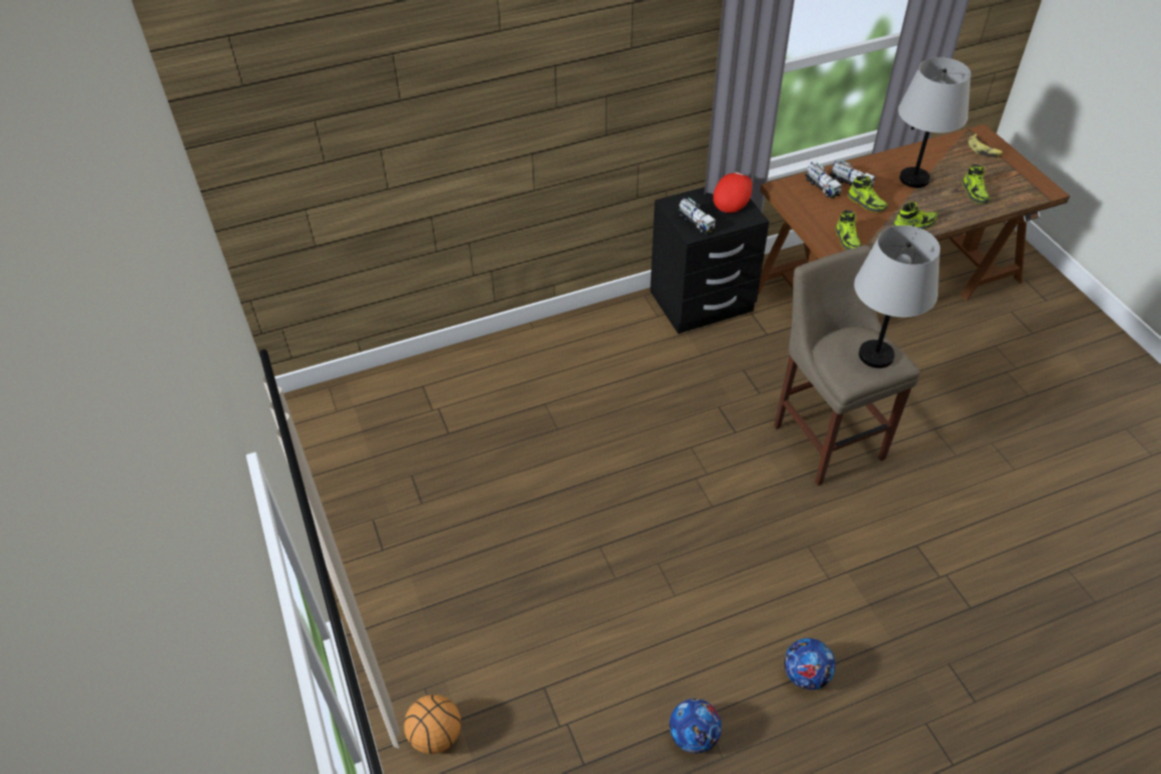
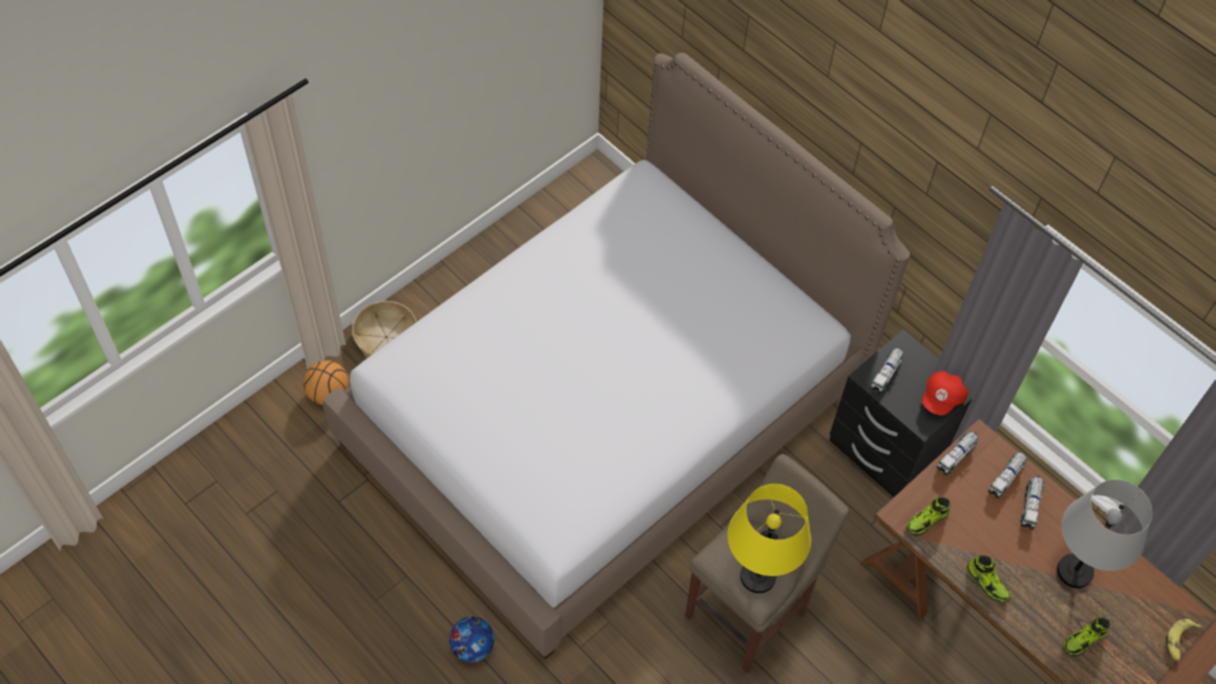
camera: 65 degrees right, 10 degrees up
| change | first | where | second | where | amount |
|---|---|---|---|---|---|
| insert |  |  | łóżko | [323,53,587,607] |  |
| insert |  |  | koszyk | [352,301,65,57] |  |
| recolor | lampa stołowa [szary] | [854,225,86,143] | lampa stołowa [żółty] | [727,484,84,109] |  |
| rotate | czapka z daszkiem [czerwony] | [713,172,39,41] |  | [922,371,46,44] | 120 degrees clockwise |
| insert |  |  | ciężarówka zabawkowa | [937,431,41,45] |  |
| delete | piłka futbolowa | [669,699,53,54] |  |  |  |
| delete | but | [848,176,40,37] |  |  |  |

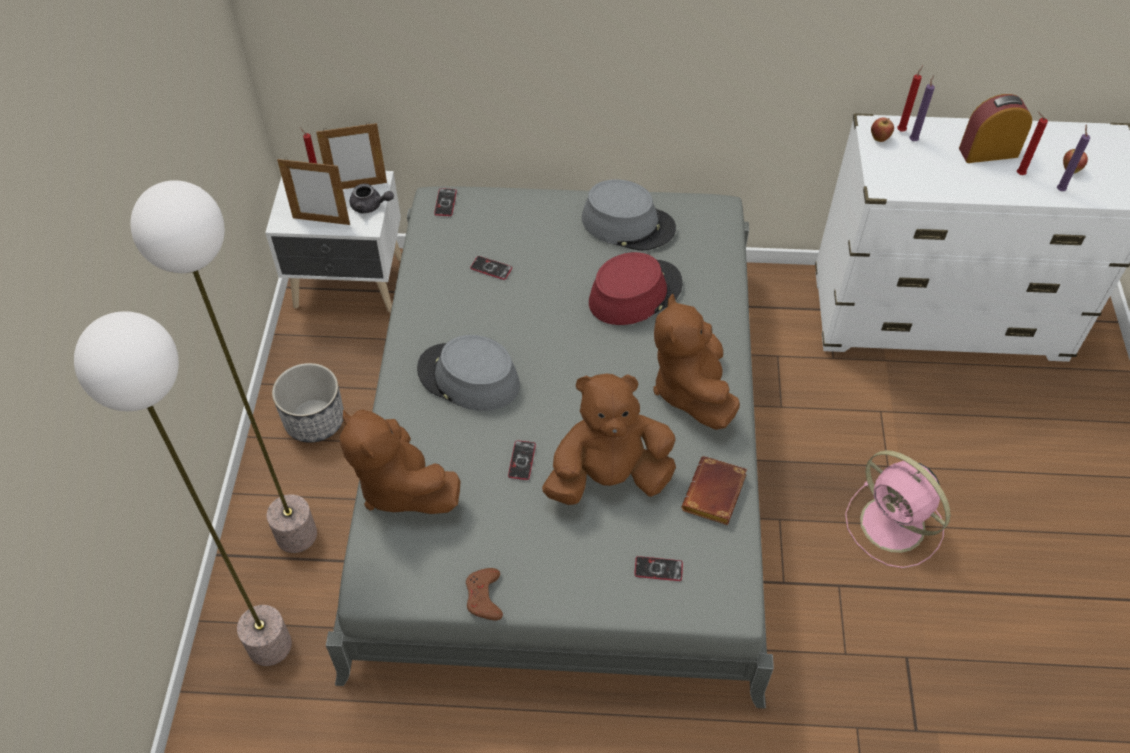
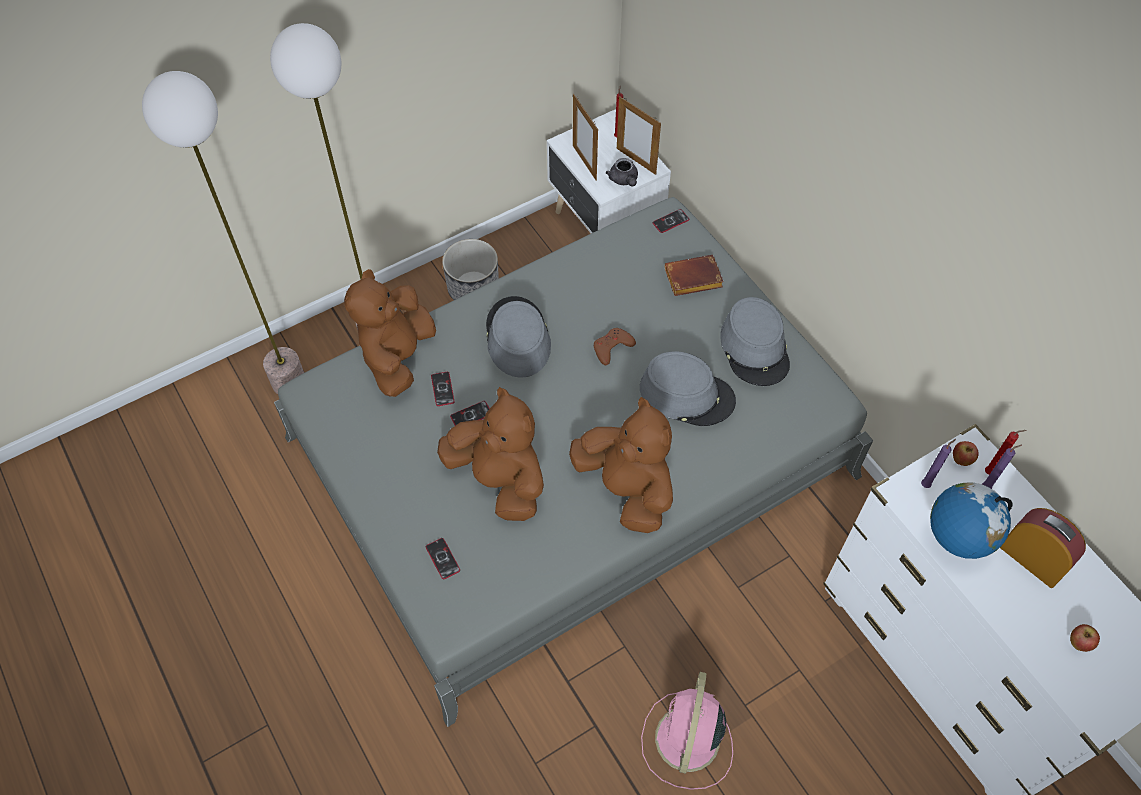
camera: 55 degrees right, 5 degrees up
| change | first | where | second | where | amount |
|---|---|---|---|---|---|
| move | telefon | [470,256,42,24] |  | [431,372,23,34] |  |
| rotate | pluszak [brązowy] | [653,293,87,137] |  | [569,397,104,136] | 90 degrees clockwise |
| move | pad do gier [brązowy] | [466,568,37,52] |  | [594,328,42,37] |  |
| recolor | kapelusz [czerwony] | [589,252,94,73] | kapelusz [szary] | [640,351,96,75] |  |
| move | książka [brązowy] | [681,456,66,69] |  | [665,255,59,41] |  |
| move | świeca [fioletowy] | [1057,125,33,66] |  | [921,439,35,49] |  |
| insert |  |  | globus | [930,482,82,77] |  |
| delete | świeca [czerwony] | [1017,111,31,64] |  |  |  |

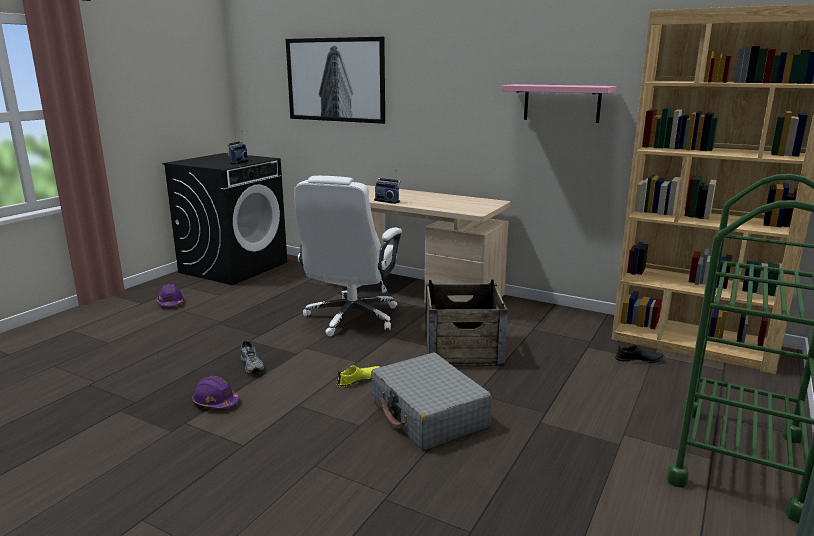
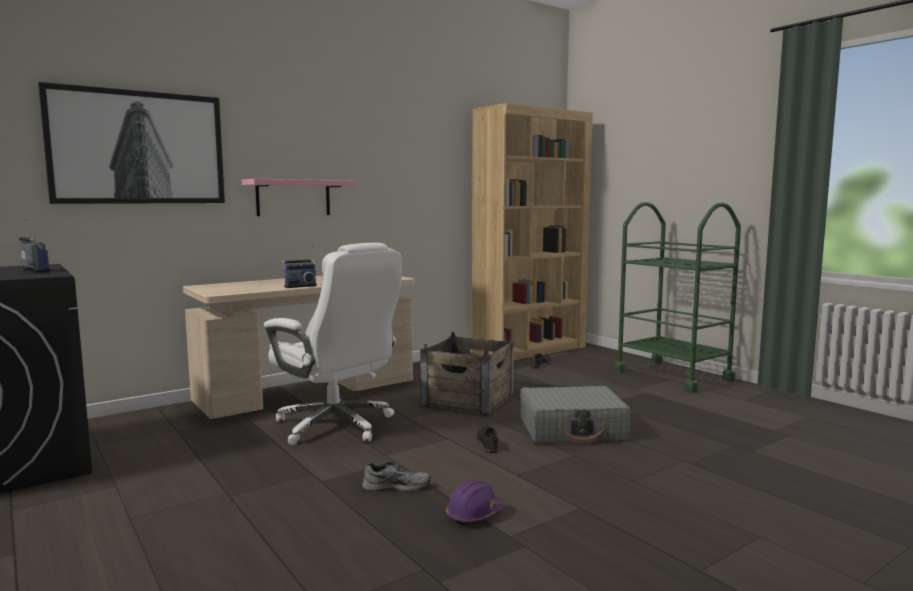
camera: 65 degrees left, 10 degrees down
| change | first | where | second | where | amount |
|---|---|---|---|---|---|
| move | półka [różowy] | [501,84,116,39] |  | [242,179,114,37] |  |
| recolor | but [żółty] | [336,365,44,23] | but [czarny] | [476,426,22,27] |  |
| delete | kask [fioletowy] | [157,284,27,23] |  |  |  |

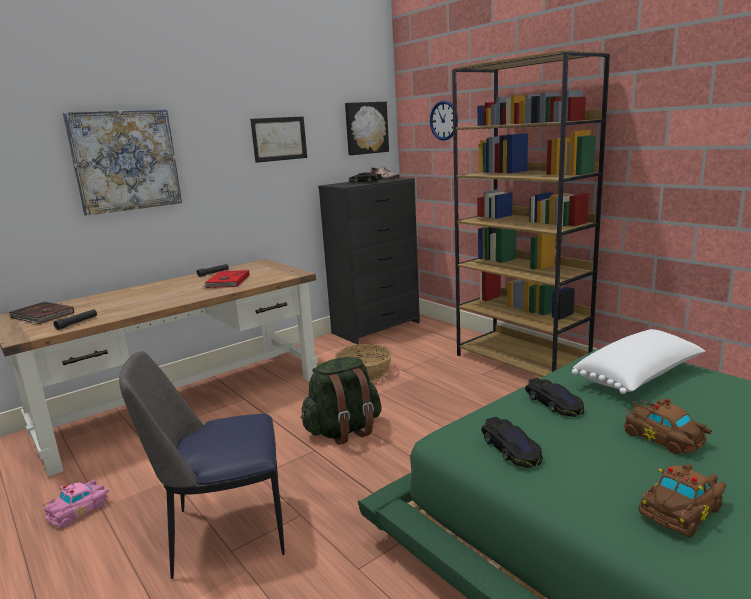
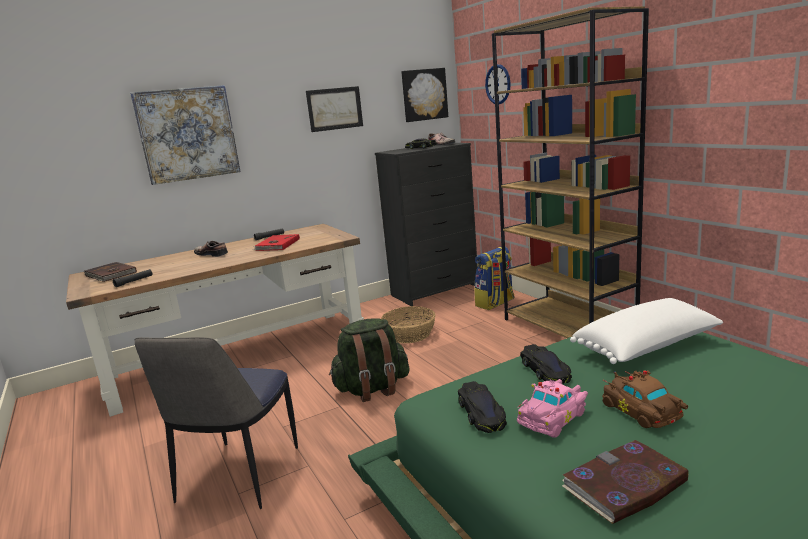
camera: 10 degrees right, 0 degrees up
| change | first | where | second | where | amount |
|---|---|---|---|---|---|
| rotate | krzesło | [119,351,165,228] |  | [135,337,163,172] | 75 degrees counterclockwise |
| insert |  |  | but | [194,241,34,16] |  |
| insert |  |  | plecak | [474,246,41,64] |  |
| move | samochodzik [różowy] | [42,479,67,49] |  | [517,379,71,59] |  |
| replace | samochodzik [brązowy] | [638,463,88,74] | książka | [562,440,127,84] |  |

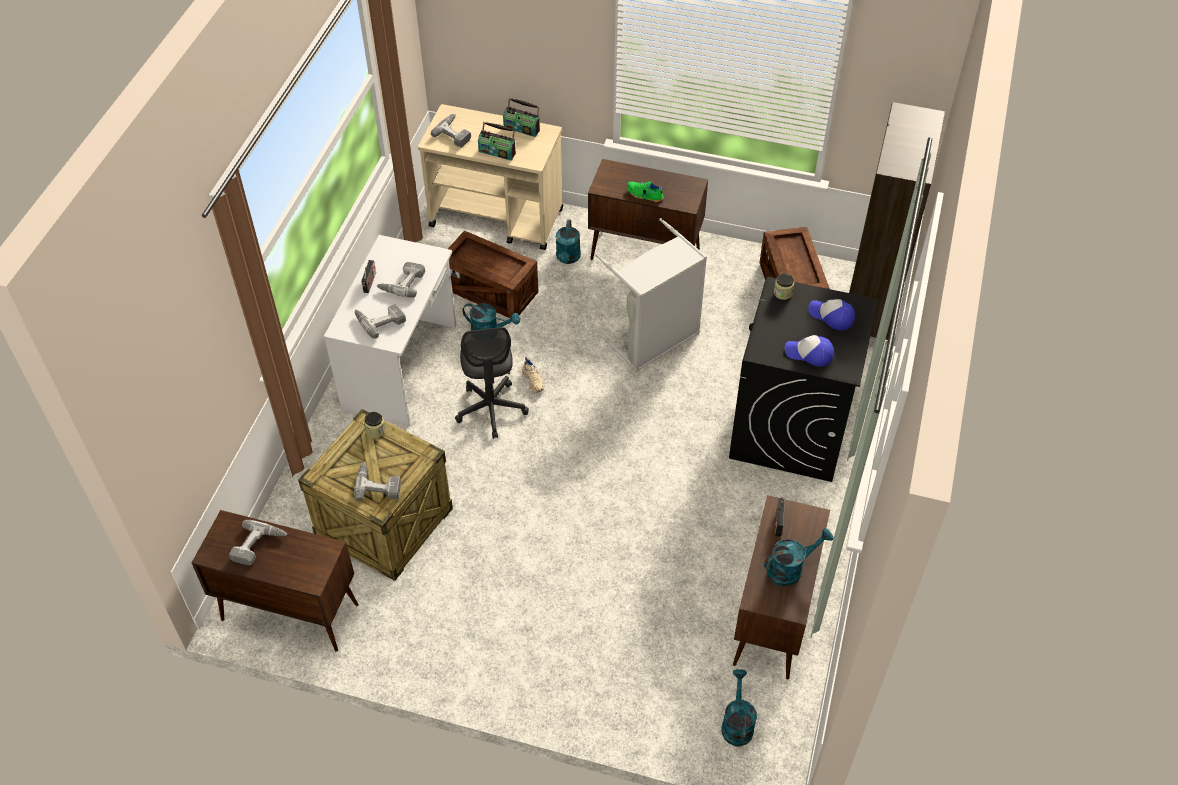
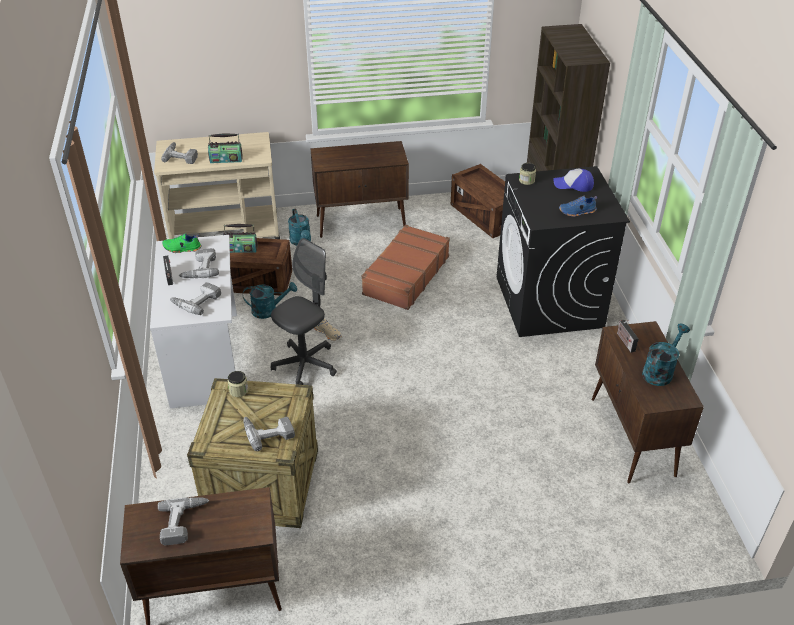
camera: 25 degrees left, 10 degrees down
| change | first | where | second | where | amount |
|---|---|---|---|---|---|
| move | but [zielony] | [627,181,37,21] |  | [162,233,40,20] |  |
| move | radio | [503,98,37,39] |  | [223,224,34,29] |  |
| rotate | krzesło biurowe [szary] | [455,327,74,112] |  | [271,238,66,147] | 105 degrees counterclockwise |
| replace | kosz na pranie [szary] | [595,218,112,153] | walizka [brązowy] | [362,225,88,85] |  |
| replace | czapka z daszkiem | [785,335,49,32] | but [niebieski] | [559,196,38,21] |  |
| delete | konewka [turkusowy] | [721,669,36,78] |  |  |  |

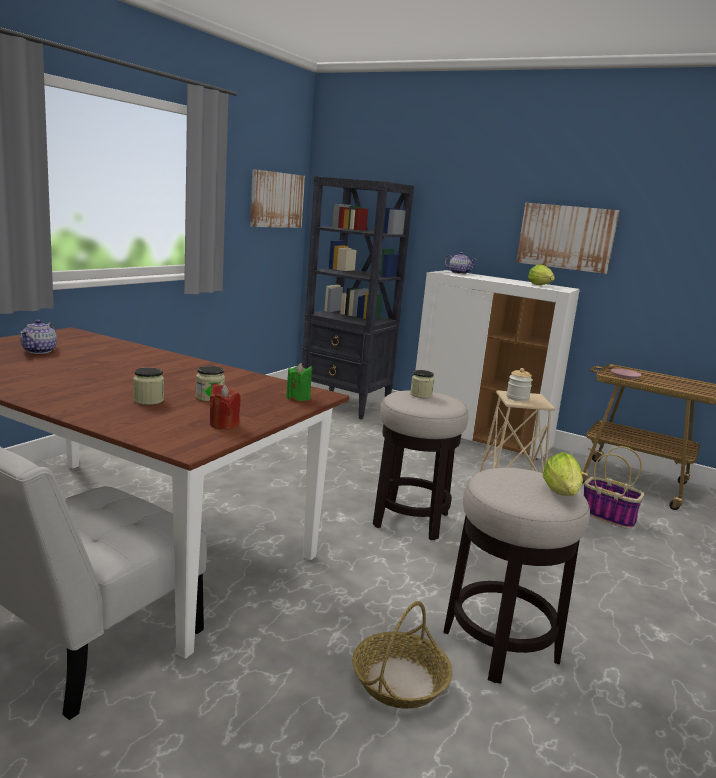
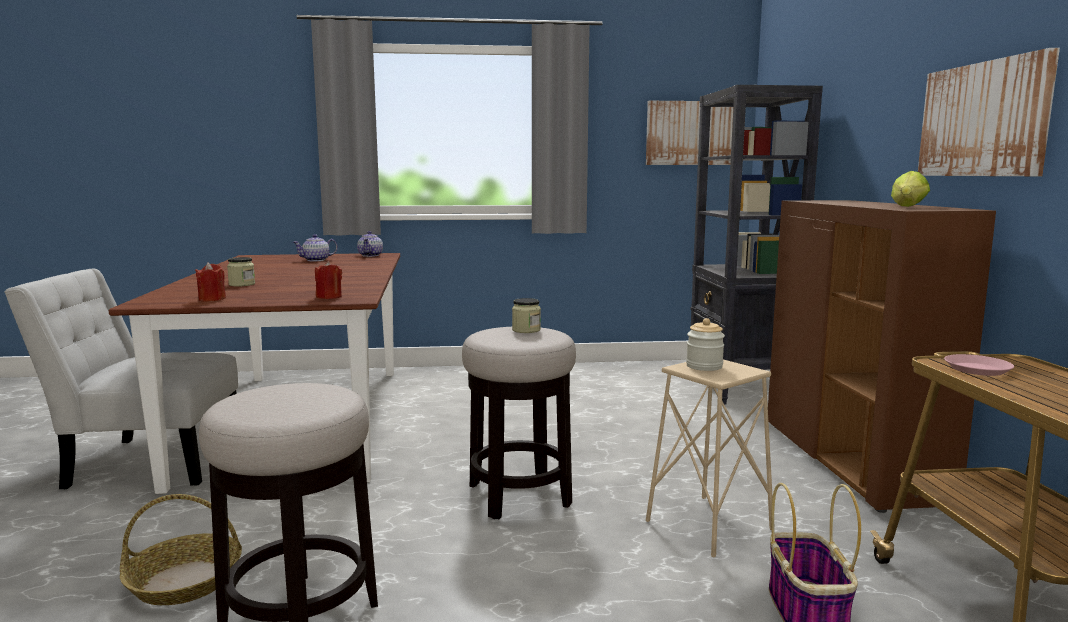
camera: 55 degrees right, 5 degrees down
| change | first | where | second | where | amount |
|---|---|---|---|---|---|
| recolor | świeca [zielony] | [286,363,26,38] | świeca [czerwony] | [315,261,27,38] |  |
| move | imbryk | [444,252,33,22] |  | [357,231,26,26] |  |
| recolor | szafka [biały] | [415,270,165,190] | szafka [brązowy] | [768,200,228,313] |  |
| delete | słoik | [196,366,29,36] |  |  |  |
| delete | sałata | [542,452,41,44] |  |  |  |

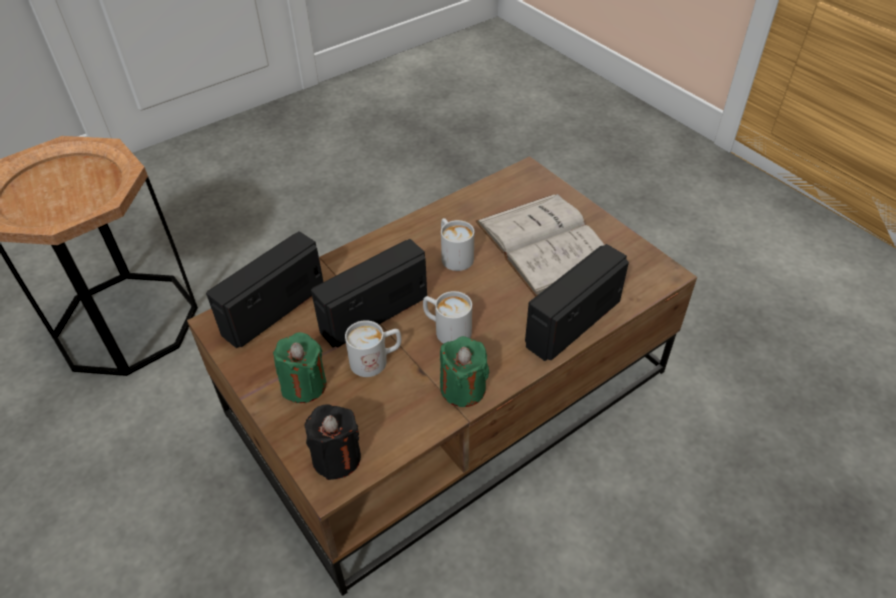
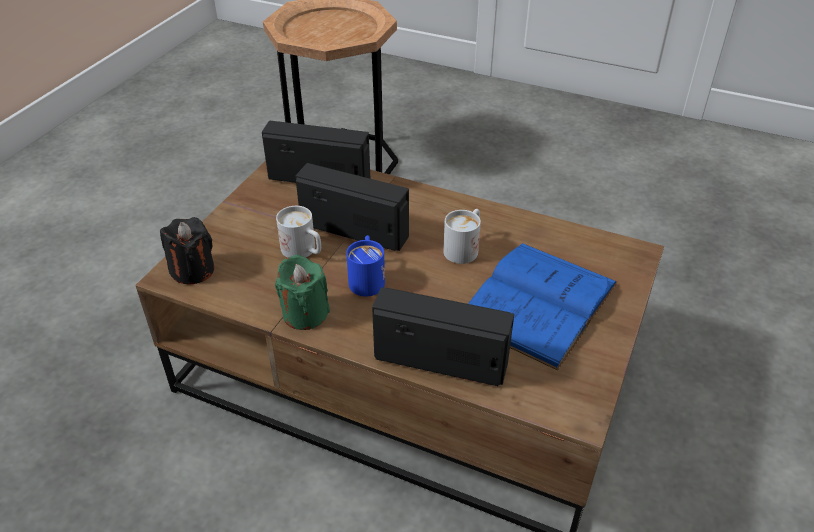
camera: 60 degrees right, 5 degrees down
| change | first | where | second | where | amount |
|---|---|---|---|---|---|
| recolor | kubek [biały] | [423,291,49,53] | kubek [niebieski] | [346,235,39,62] |  |
| recolor | książka [biały] | [475,194,130,103] | książka [niebieski] | [468,243,150,128] |  |
| delete | świeca [zielony] | [273,332,54,71] |  |  |  |

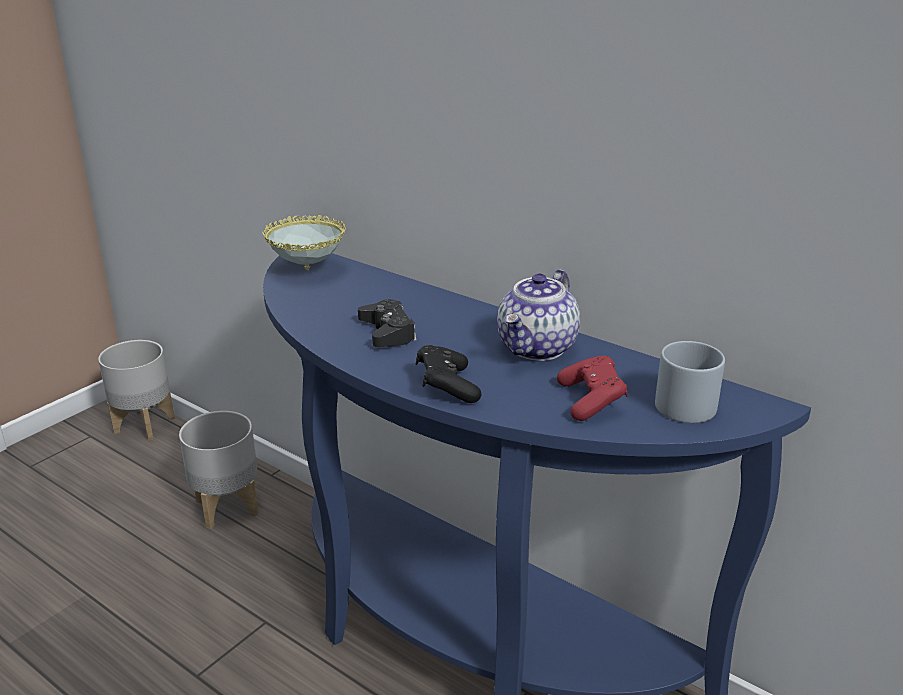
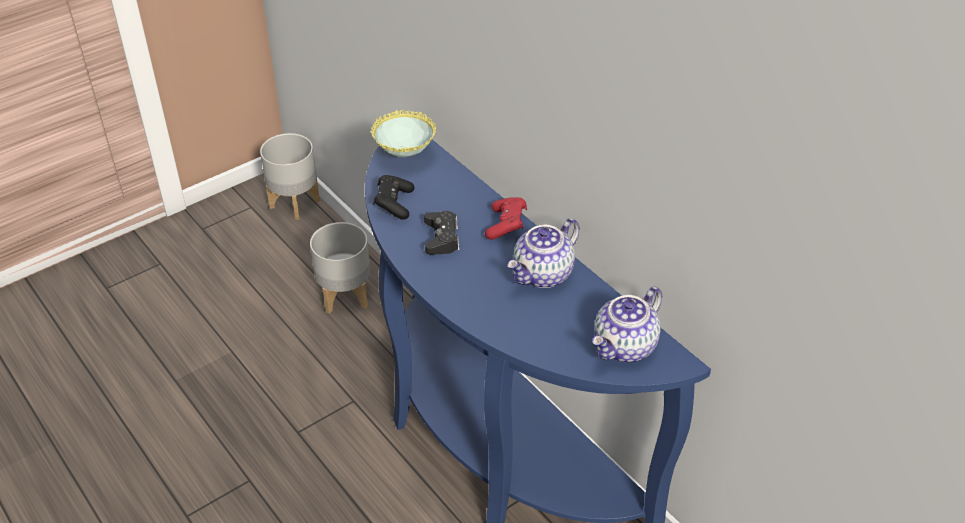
camera: 15 degrees right, 15 degrees up
| change | first | where | second | where | amount |
|---|---|---|---|---|---|
| move | pad do gier [czarny] | [416,345,65,58] |  | [373,175,41,45] |  |
| move | pad do gier [czerwony] | [557,356,70,65] |  | [485,197,42,43] |  |
| replace | kubek [szary] | [655,341,70,82] | imbryk | [592,286,71,76] |  |

